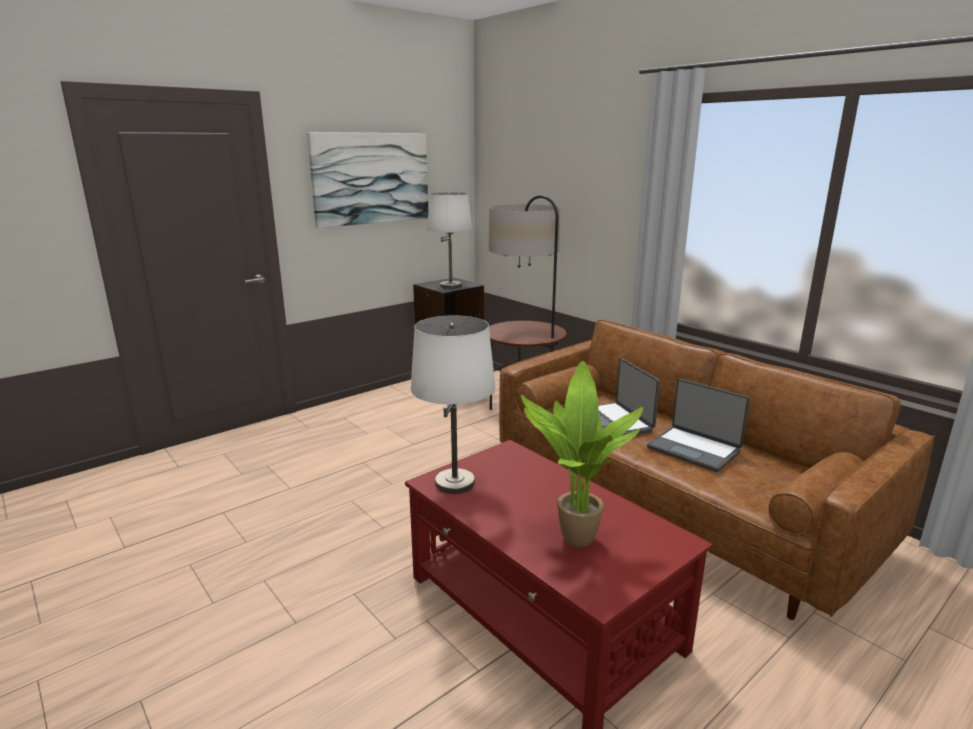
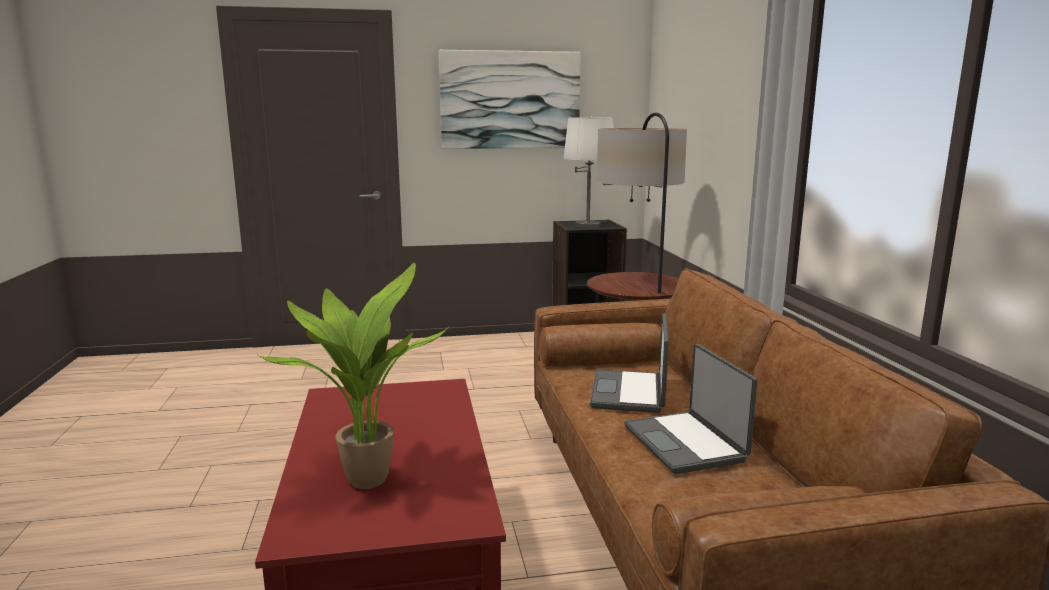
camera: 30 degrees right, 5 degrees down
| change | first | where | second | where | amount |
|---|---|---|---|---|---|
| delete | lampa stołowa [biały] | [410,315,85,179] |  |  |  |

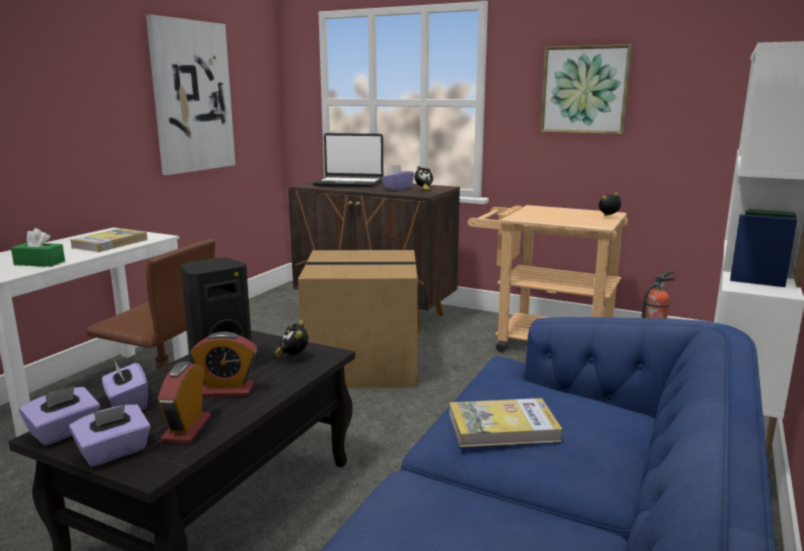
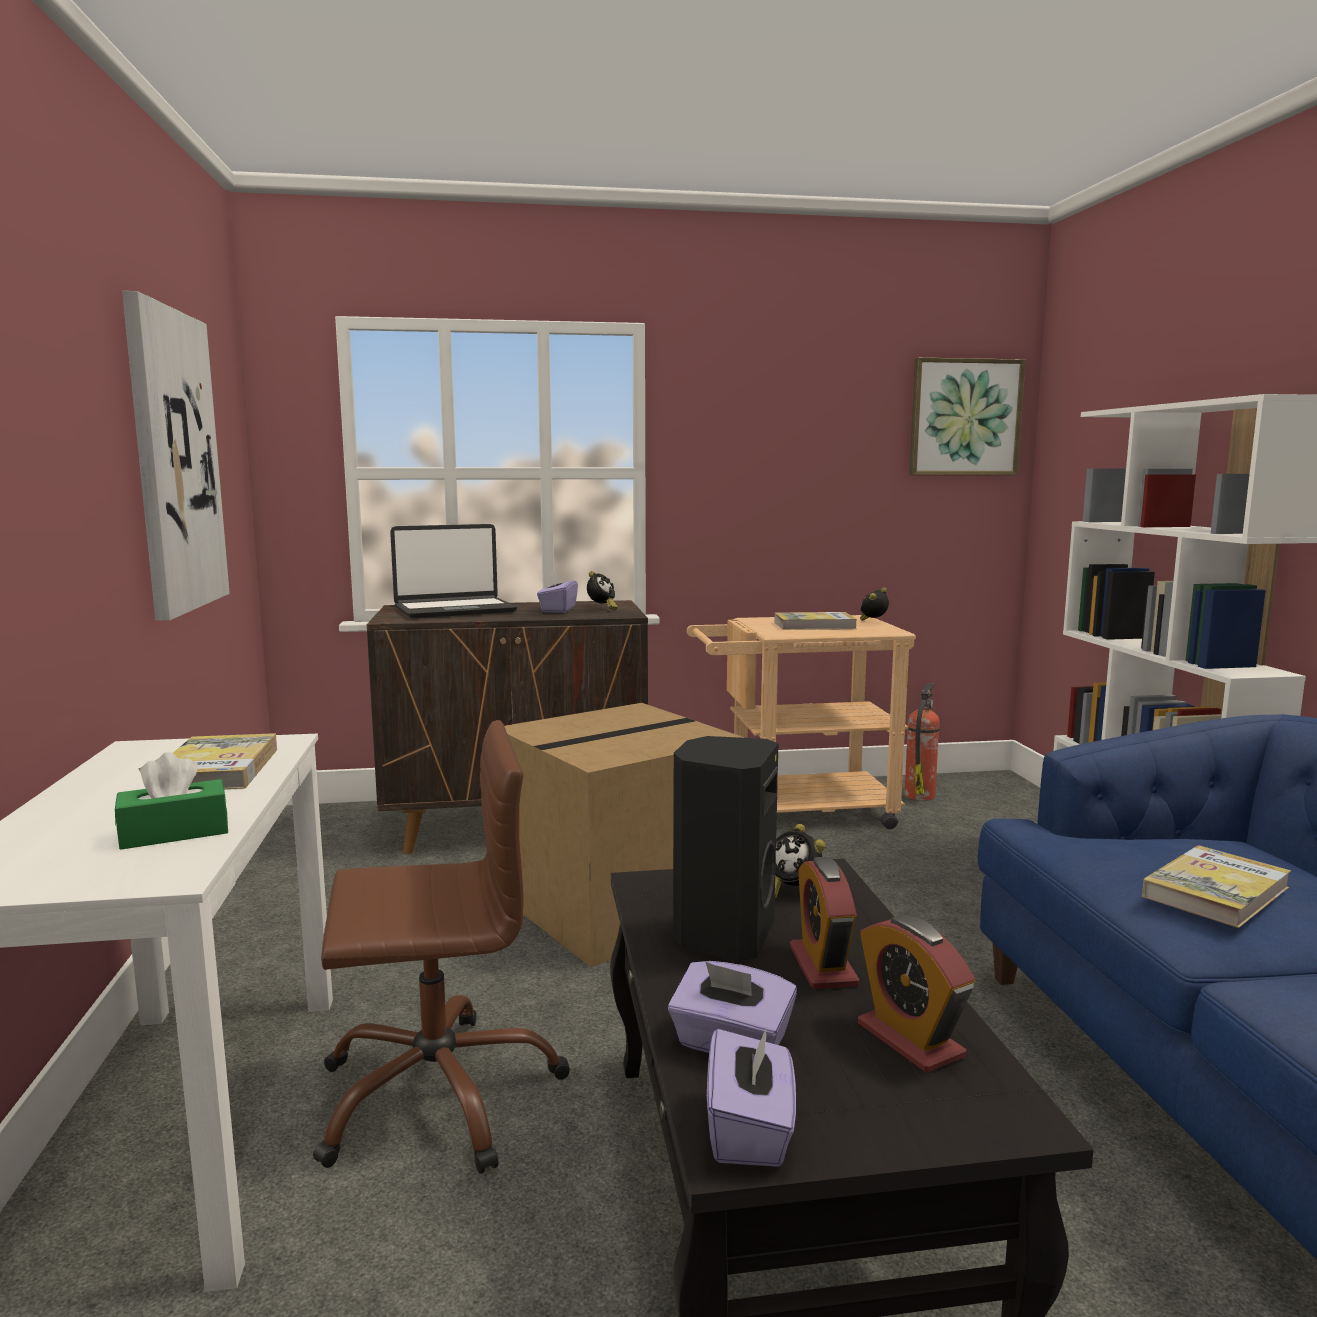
camera: 35 degrees left, 5 degrees down
| change | first | where | second | where | amount |
|---|---|---|---|---|---|
| insert |  |  | książka | [774,612,83,18] |  |
| rotate | budzik | [190,332,67,65] |  | [790,857,70,132] | 120 degrees clockwise |
| move | obraz | [540,44,93,90] |  | [909,357,117,118] |  |
| delete | pudełko chusteczek [fioletowy] | [69,404,82,63] |  |  |  |

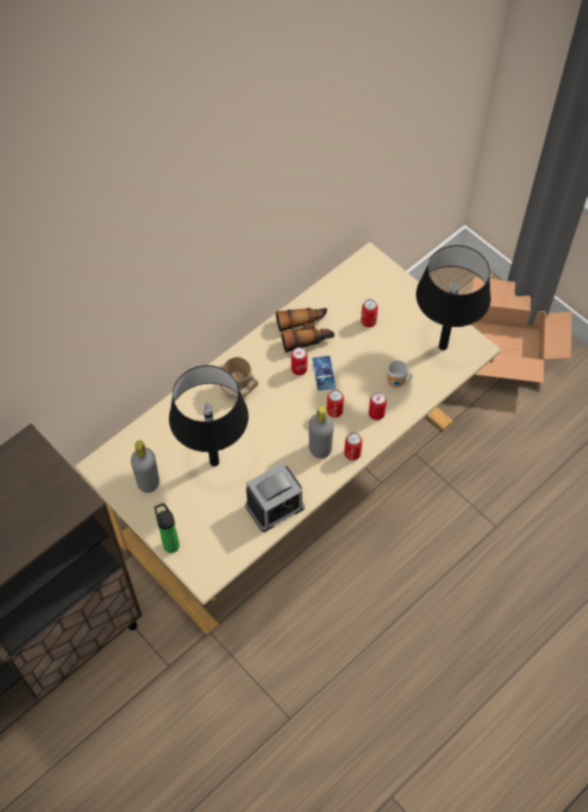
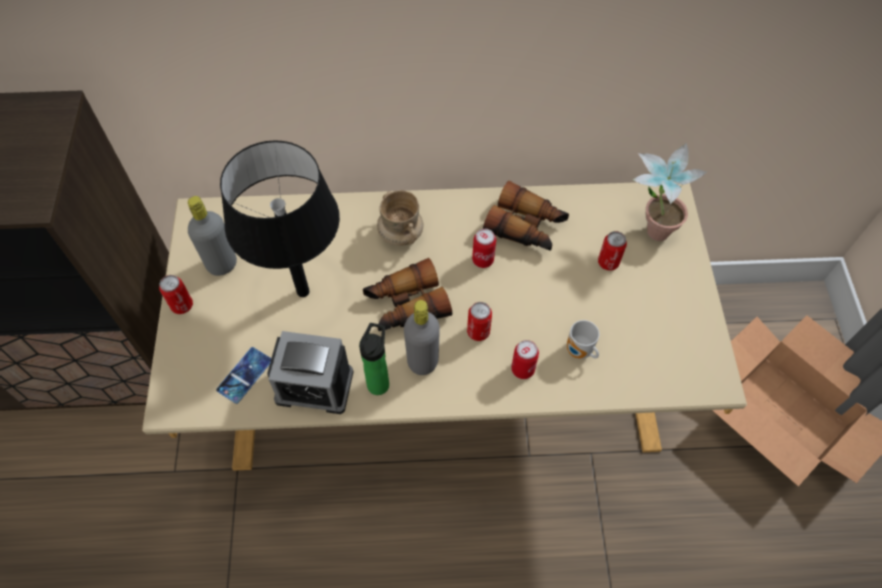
camera: 40 degrees right, 0 degrees up
| change | first | where | second | where | amount |
|---|---|---|---|---|---|
| move | puszka | [344,433,18,28] |  | [159,275,34,39] |  |
| move | telefon | [312,356,24,35] |  | [216,347,55,57] |  |
| move | butelka | [154,503,26,50] |  | [359,323,30,72] |  |
| insert |  |  | lornetka | [363,258,89,73] |  |
| insert |  |  | roślina doniczkowa | [633,143,74,98] |  |
| delete | lampa stołowa [czarny] | [416,245,75,105] |  |  |  |

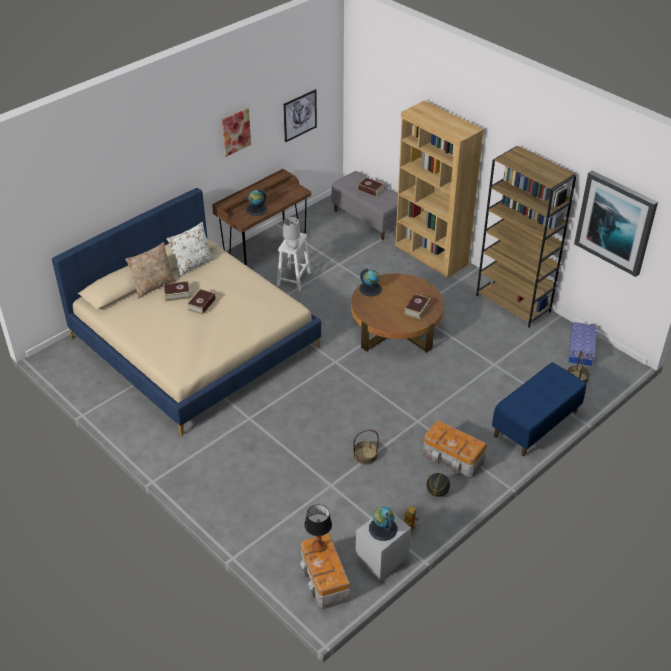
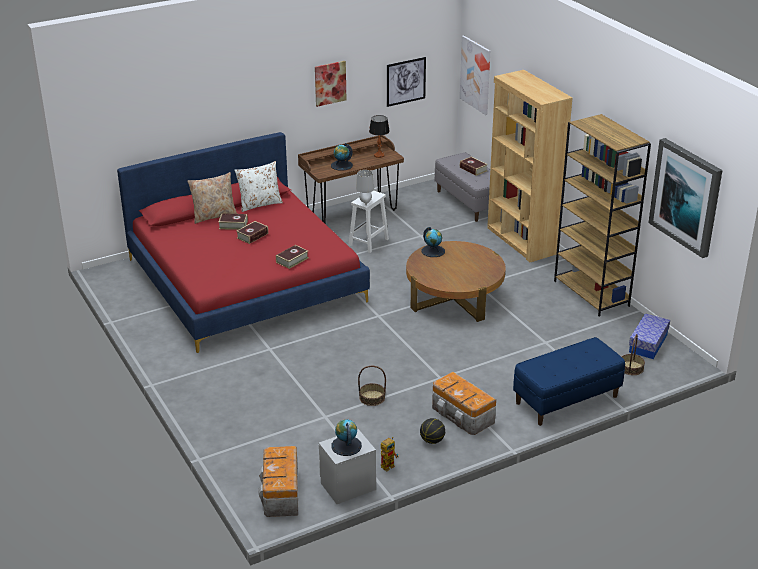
camera: 15 degrees right, 10 degrees down
| change | first | where | second | where | amount |
|---|---|---|---|---|---|
| recolor | łóżko [beżowy] | [52,188,269,248] | łóżko [czerwony] | [117,132,253,221] |  |
| move | książka | [404,294,26,25] |  | [276,245,32,24] |  |
| move | lampa stołowa | [304,505,28,47] |  | [369,115,21,43] |  |
| insert |  |  | obraz | [460,36,30,79] |  |

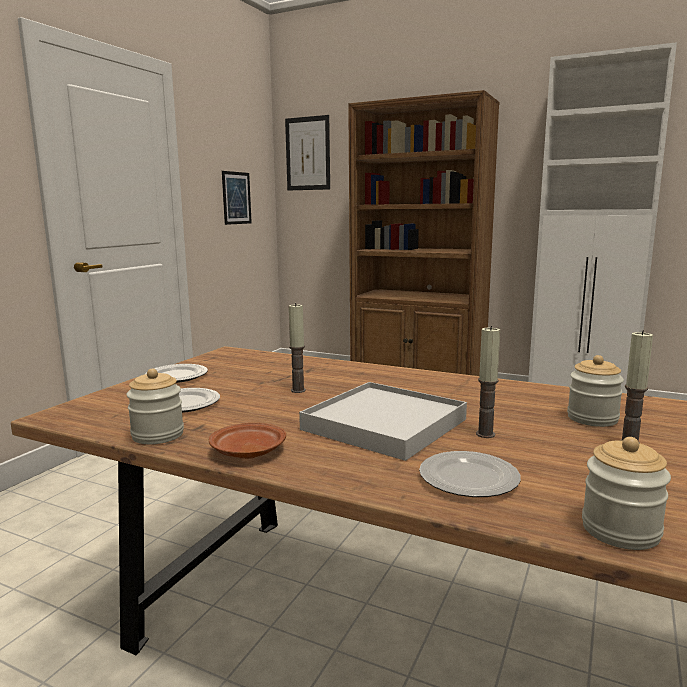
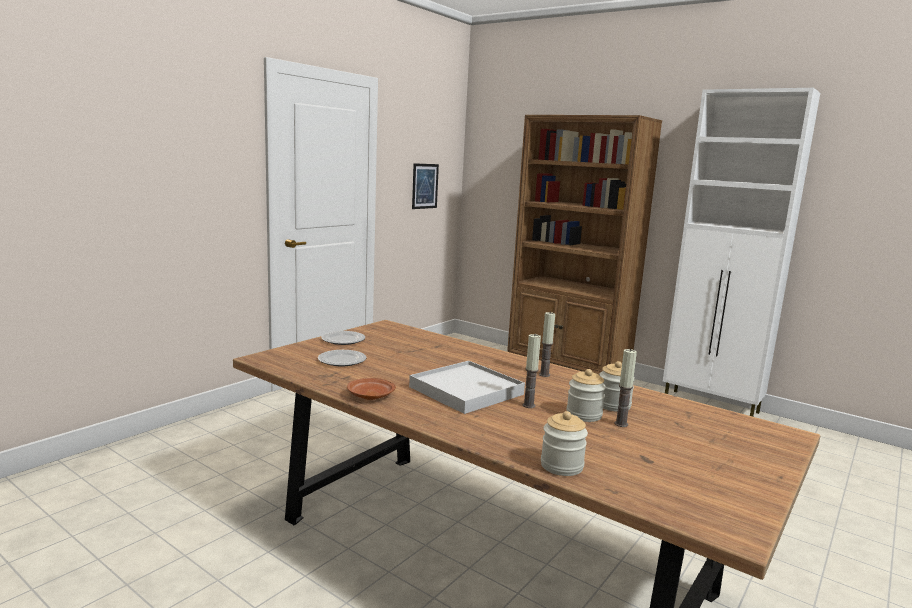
camera: 10 degrees right, 0 degrees up
| change | first | where | second | where | amount |
|---|---|---|---|---|---|
| move | świeca | [289,303,17,90] |  | [539,312,16,65] |  |
| move | słoik | [126,369,58,75] |  | [566,369,40,53] |  |
| delete | obraz | [285,115,45,76] |  |  |  |
| delete | talerz | [419,451,102,46] |  |  |  |

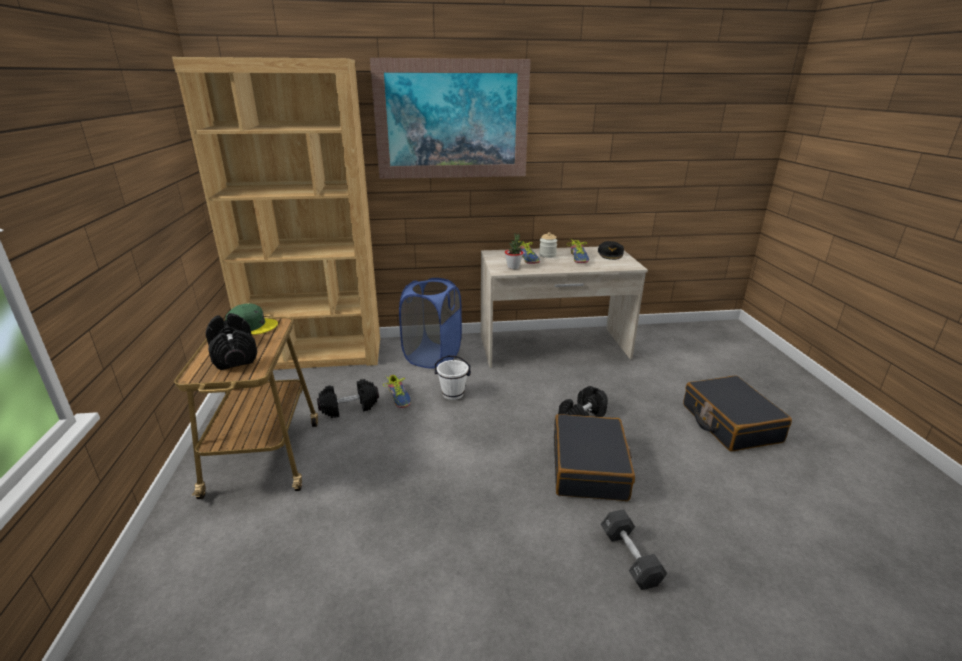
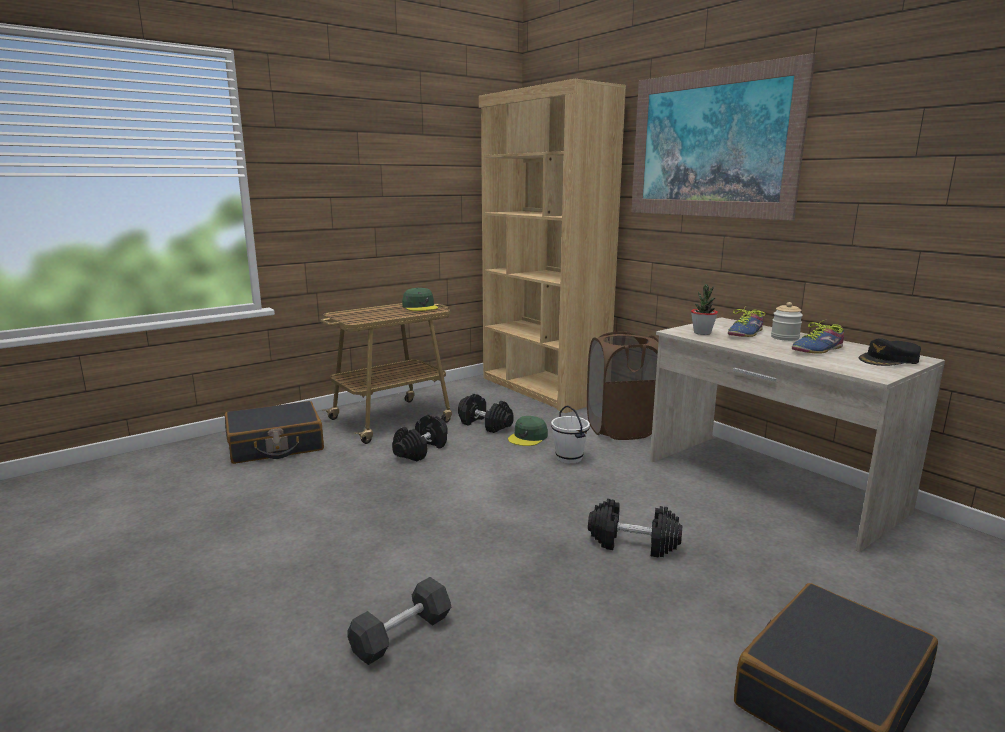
camera: 60 degrees right, 10 degrees down
| change | first | where | second | where | amount |
|---|---|---|---|---|---|
| move | walizka [czarny] | [554,414,81,87] |  | [225,401,99,63] |  |
| move | hantel [czarny] | [205,313,52,57] |  | [392,414,56,47] |  |
| replace | but | [383,375,28,33] | czapka z daszkiem [zielony] | [508,416,40,30] |  |
| recolor | kosz na pranie [niebieski] | [399,278,63,91] | kosz na pranie [brązowy] | [587,331,72,109] |  |

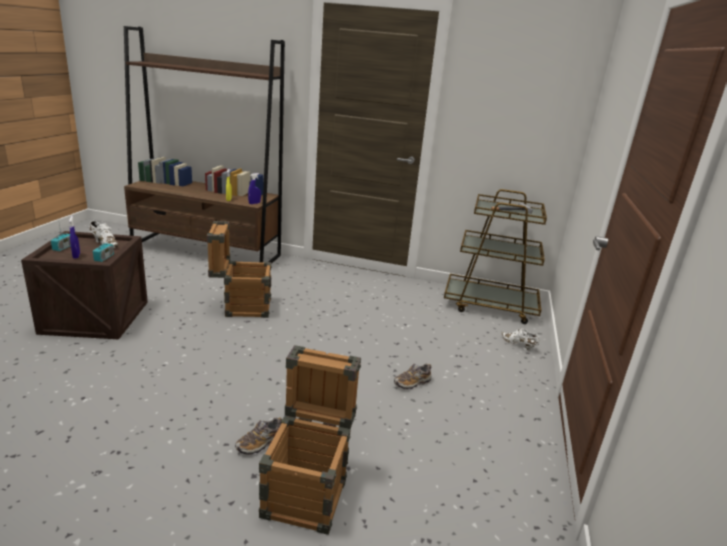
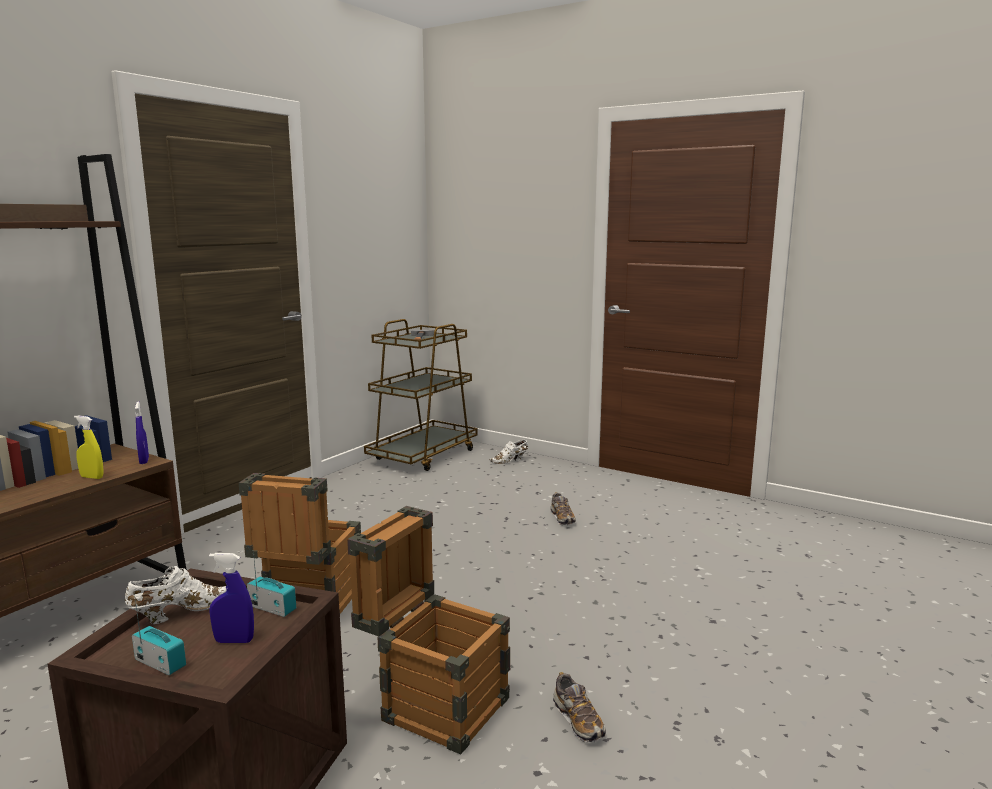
camera: 70 degrees left, 10 degrees down
| change | first | where | second | where | amount |
|---|---|---|---|---|---|
| move | skrzynka | [259,345,102,190] |  | [347,506,163,248] |  |
| move | but | [235,417,47,38] |  | [553,672,53,70] |  |

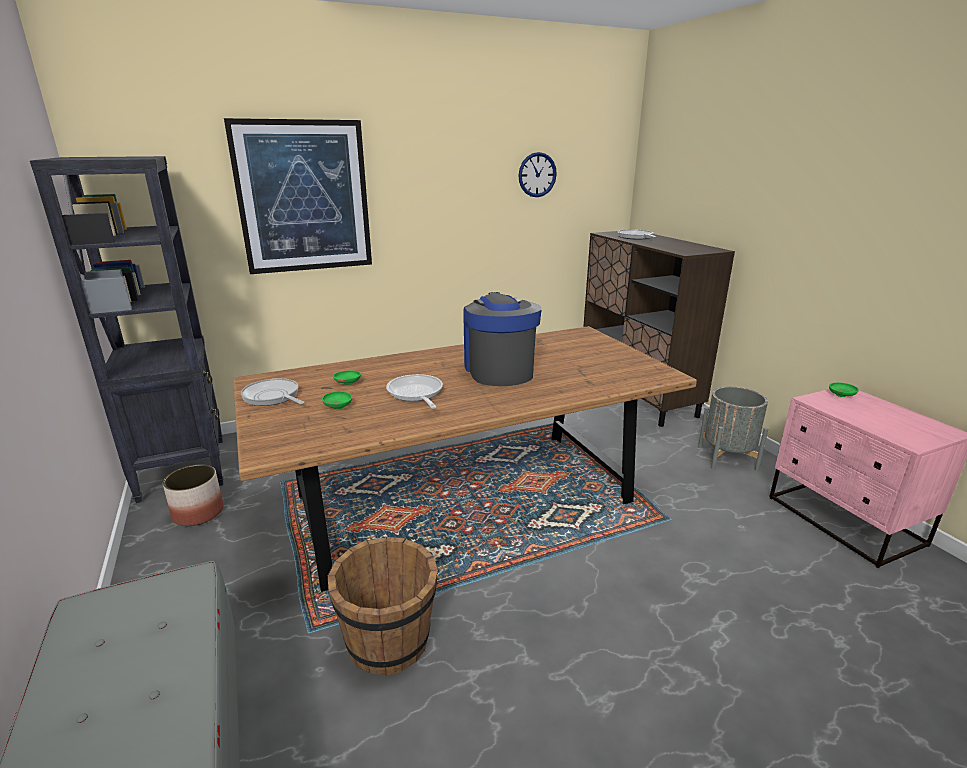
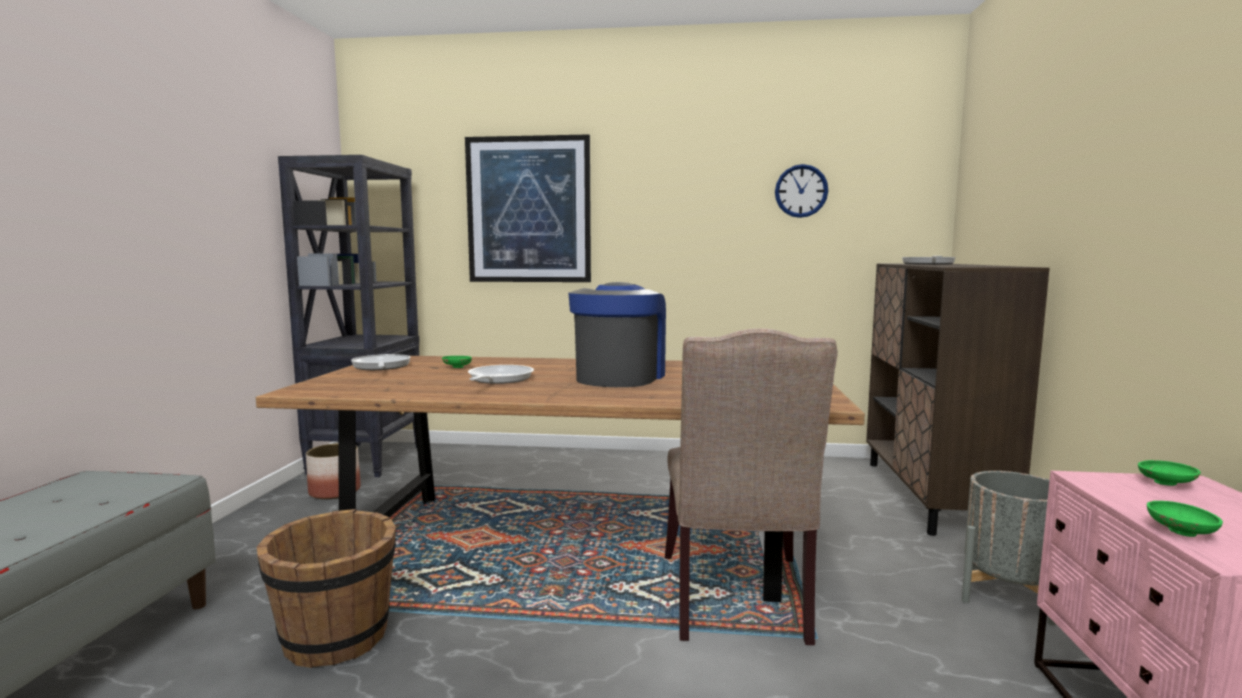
camera: 30 degrees right, 15 degrees down
| change | first | where | second | where | amount |
|---|---|---|---|---|---|
| insert |  |  | krzesło [beżowy] | [665,328,173,317] |  |
| move | miska [zielony] | [322,391,30,18] |  | [1147,501,76,36] |  |

